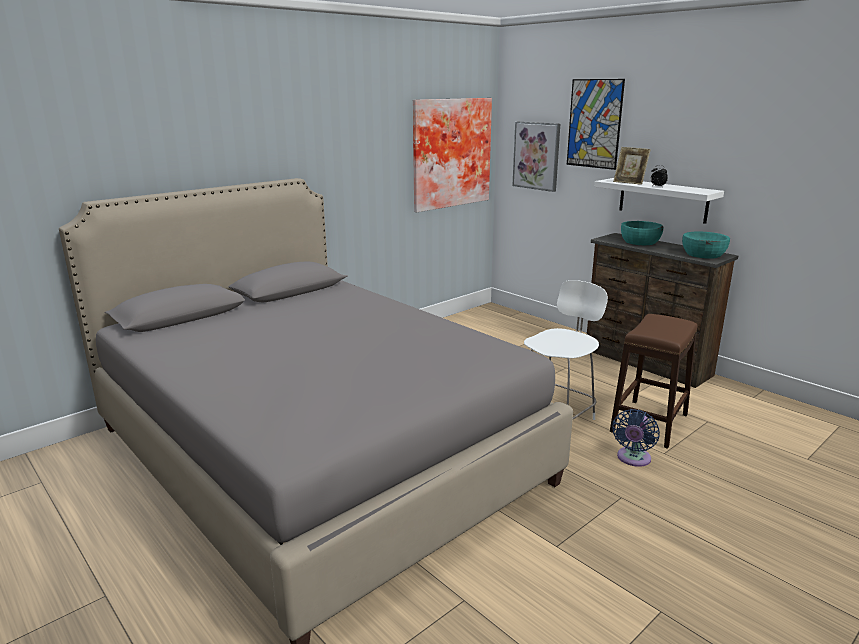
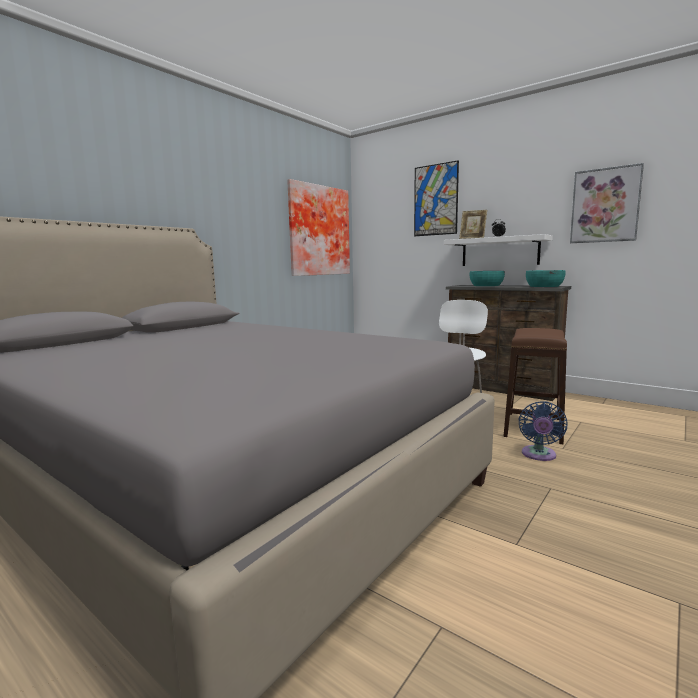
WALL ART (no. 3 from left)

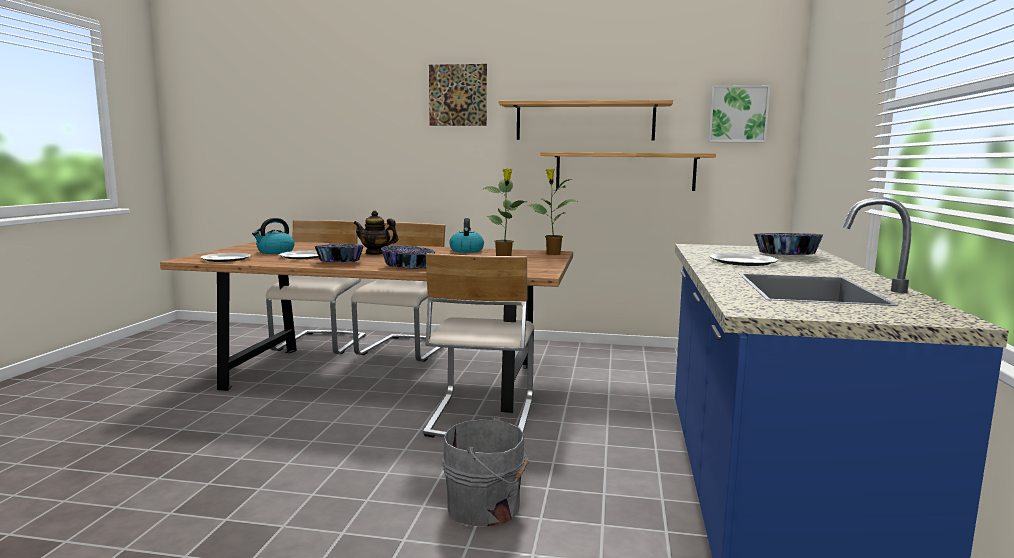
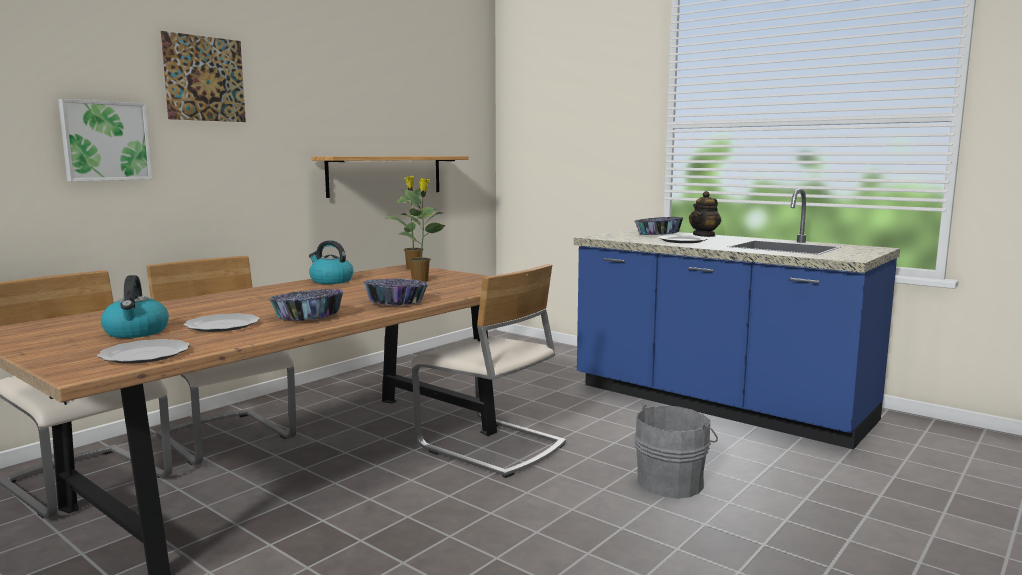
WALL ART (no. 1 from left); TEAPOT; WALL SHELF (no. 1 from left in the first image)

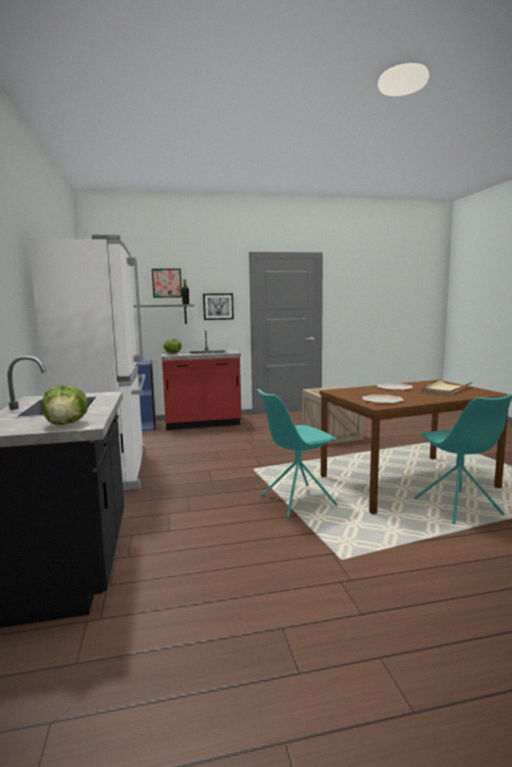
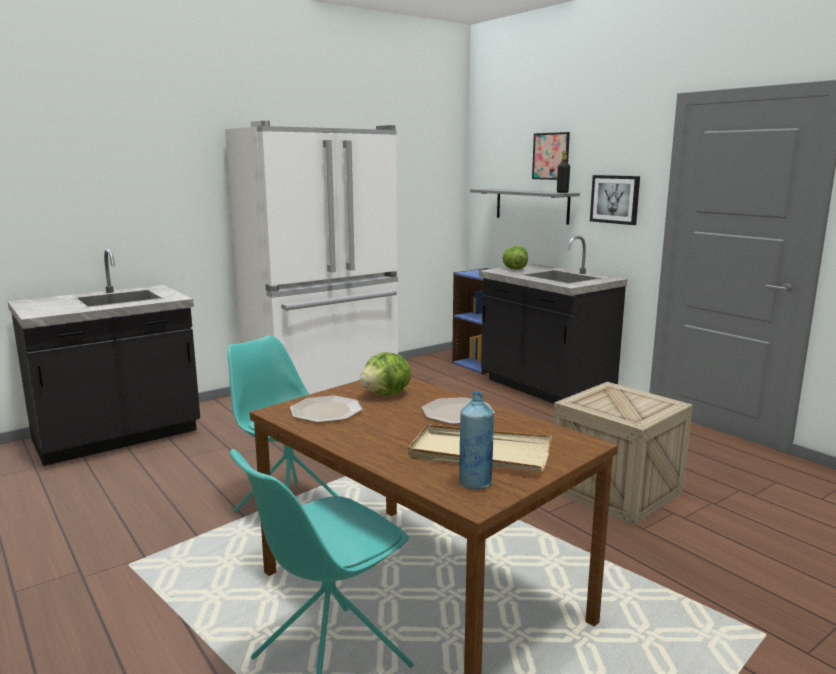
HEAD OF LETTUCE (no. 1 from left); BLUE DRINK BOTTLE; BLACKISH COUNTER (no. 2 from left)

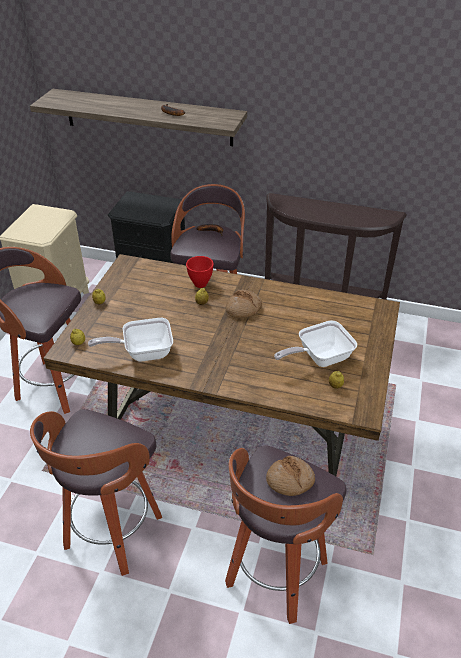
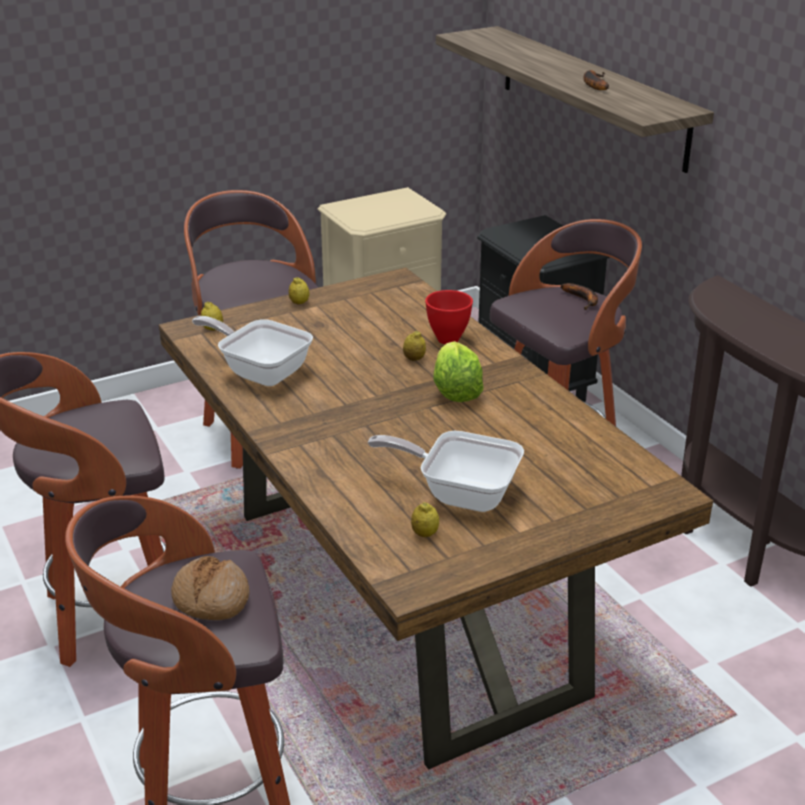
HEAD OF LETTUCE

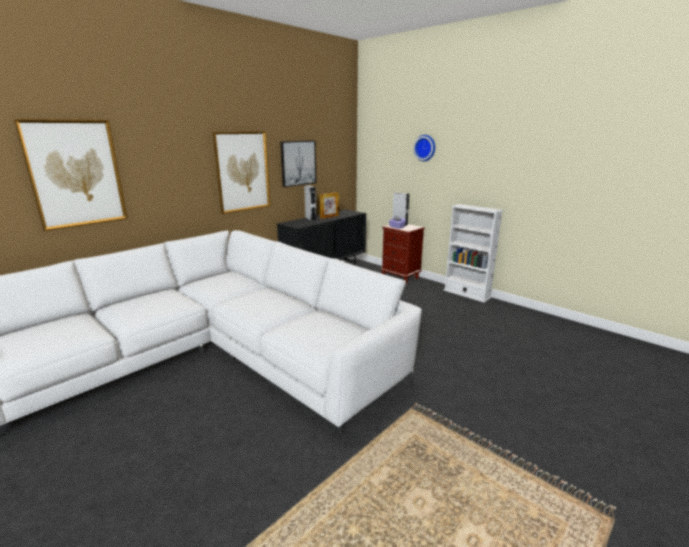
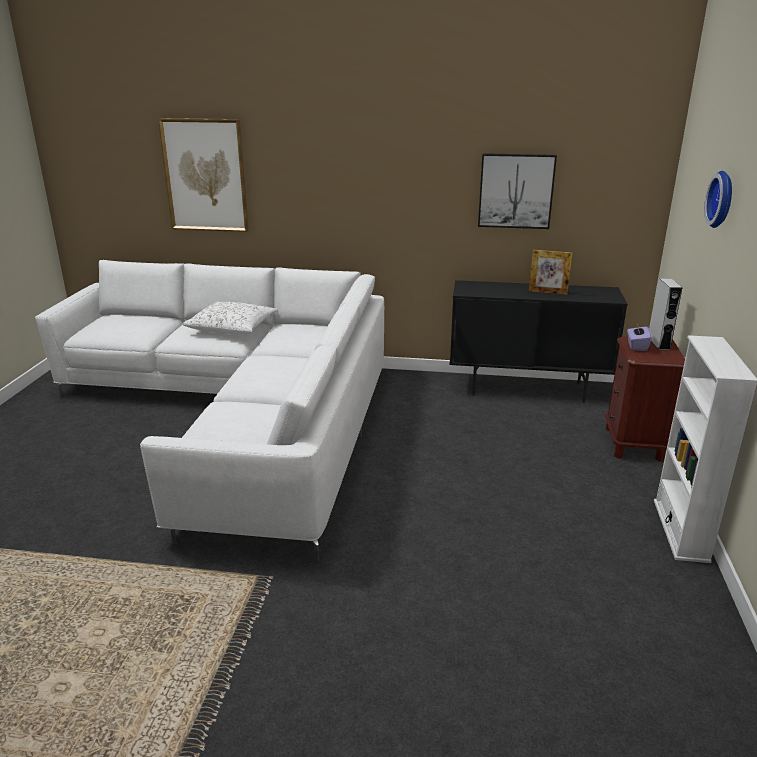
WHITISH THROW PILLOW; WALL ART (no. 2 from left in the first image); GREY SPEAKER (no. 1 from left in the first image)

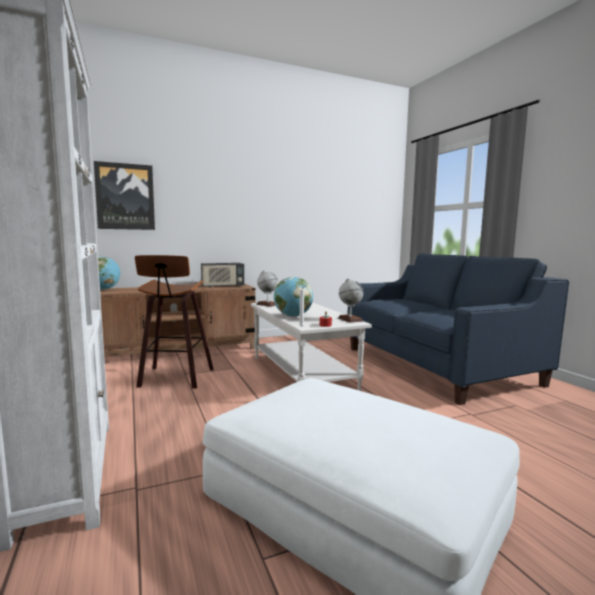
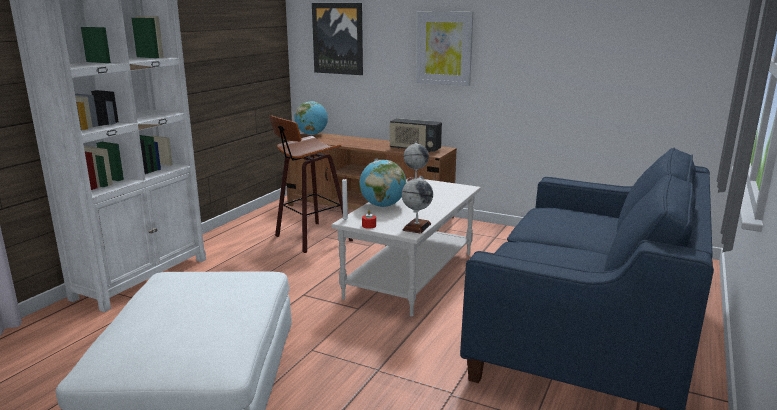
WALL ART (no. 2 from left)

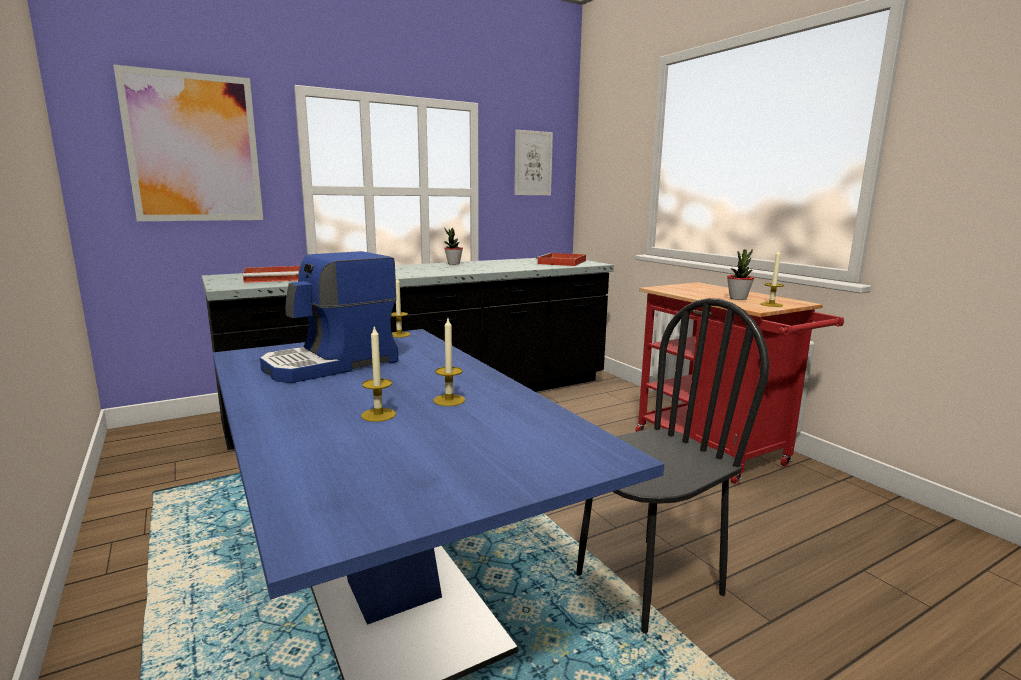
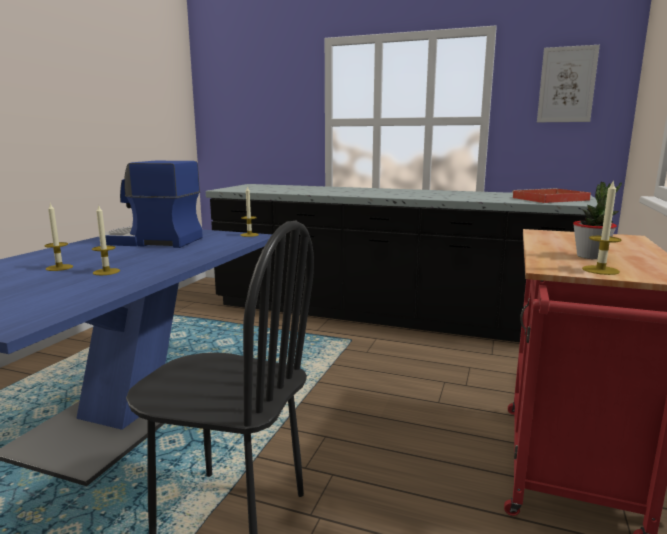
WALL ART (no. 1 from left in the first image); RED-COLOURED SERVING TRAY (no. 1 from left in the first image); POTTED PLANT (no. 1 from left in the first image)

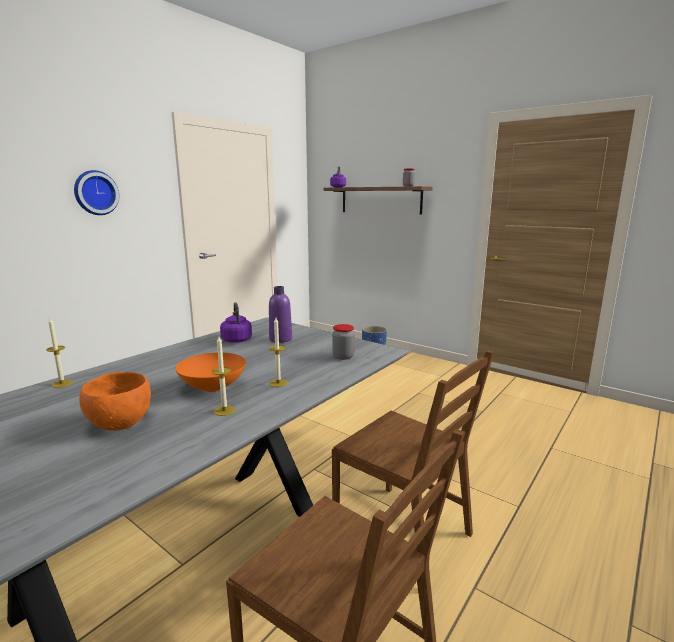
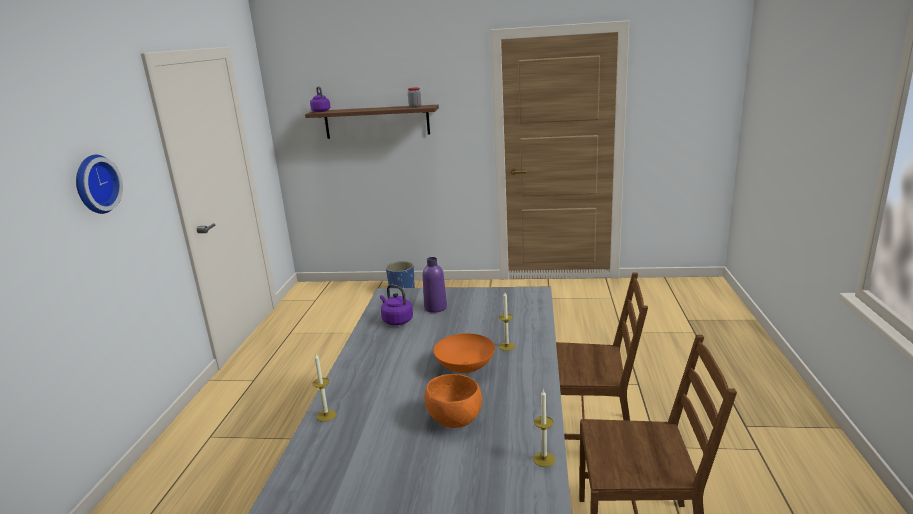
WAX LIGHT (no. 3 from left); STORAGE JAR (no. 1 from left in the first image)

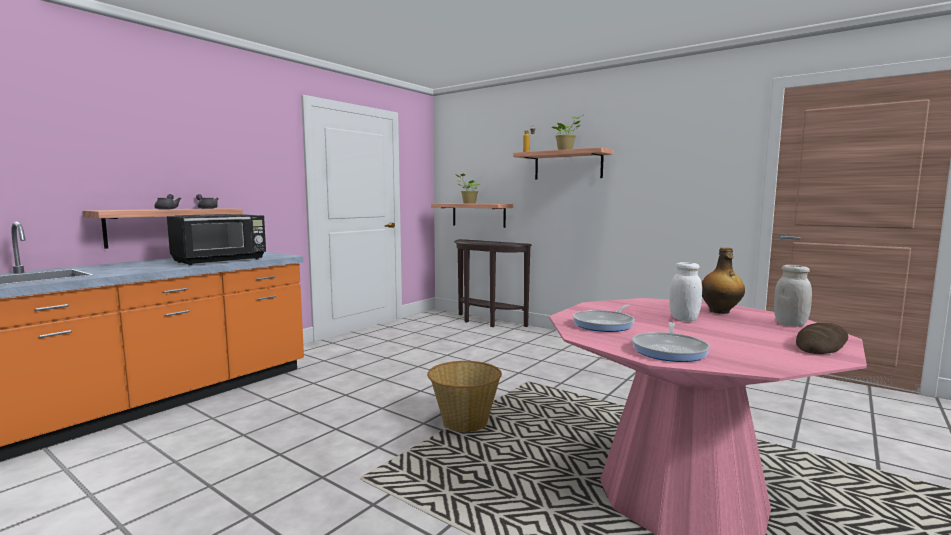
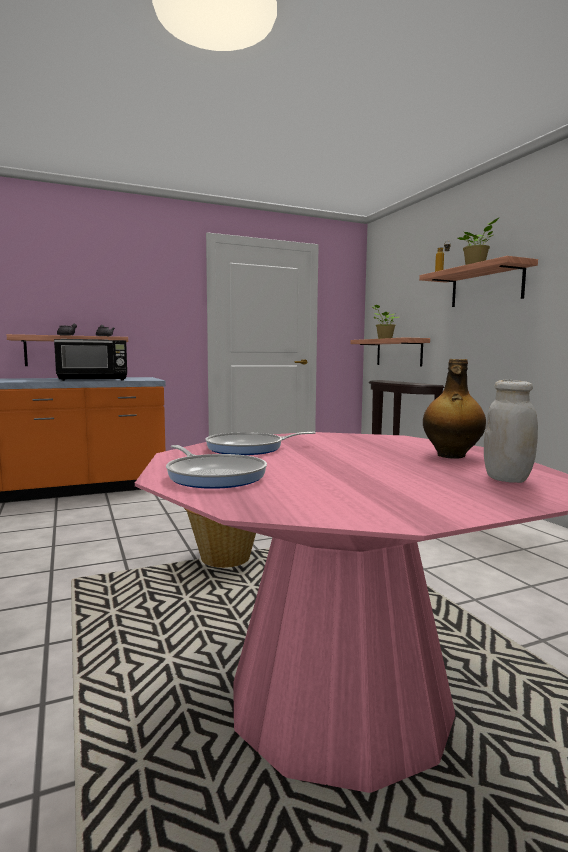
PAN (no. 1 from left); WHITISH STORAGE JAR (no. 1 from left in the first image); BAKERY BREAD

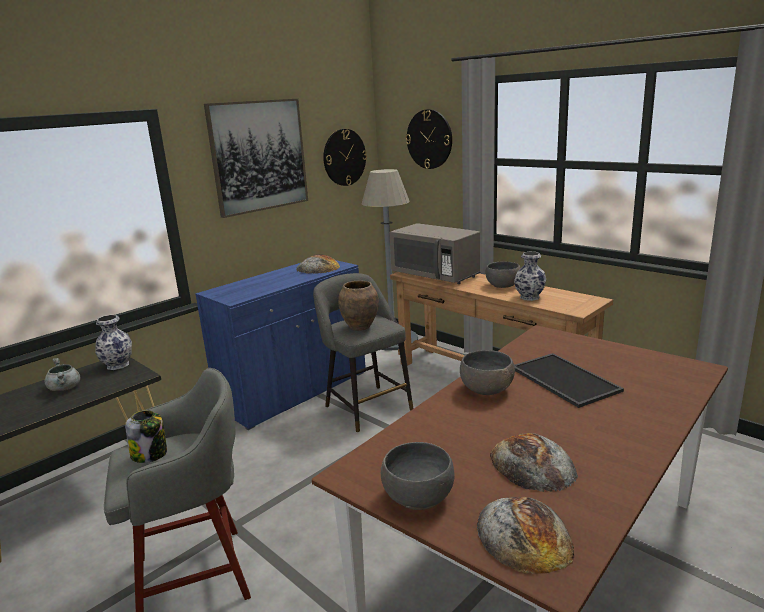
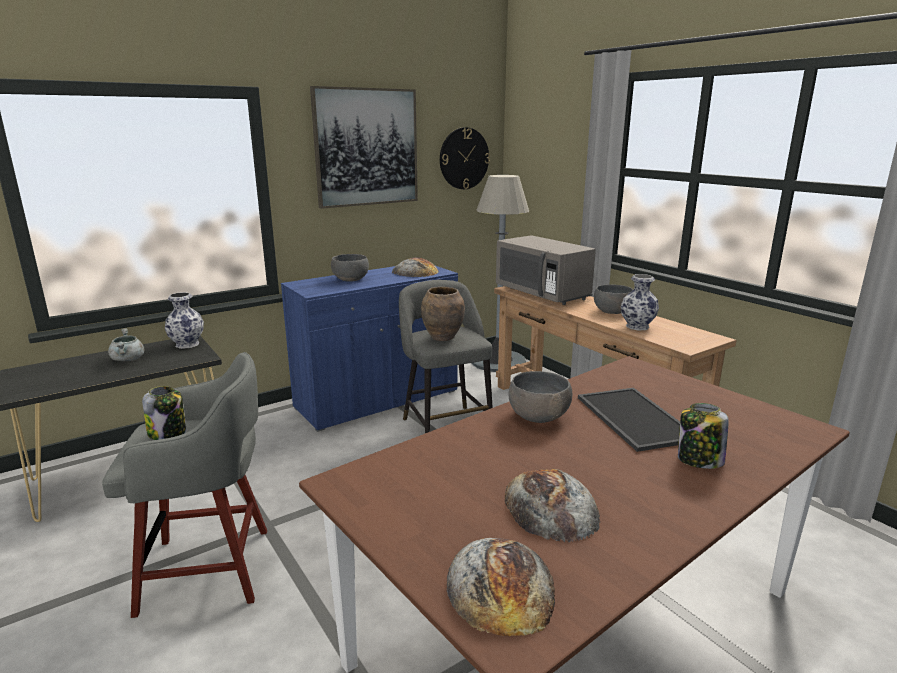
GREY SERVING BOWL (no. 1 from left); STORAGE JAR (no. 2 from left); CLOCK ON THE WALL (no. 2 from left in the first image)

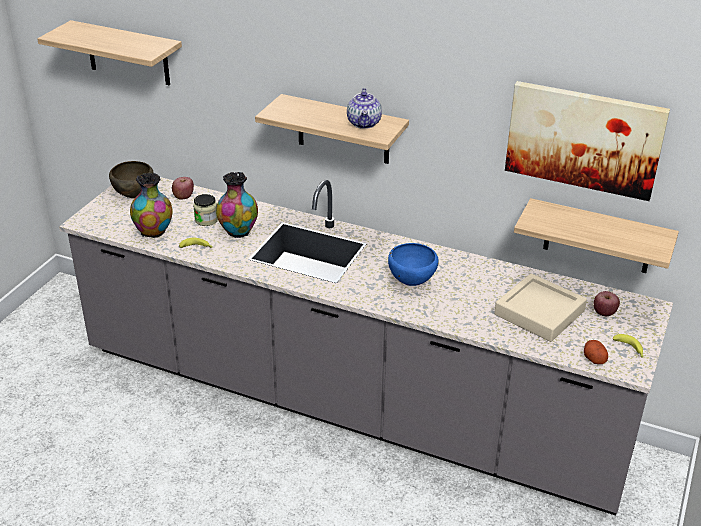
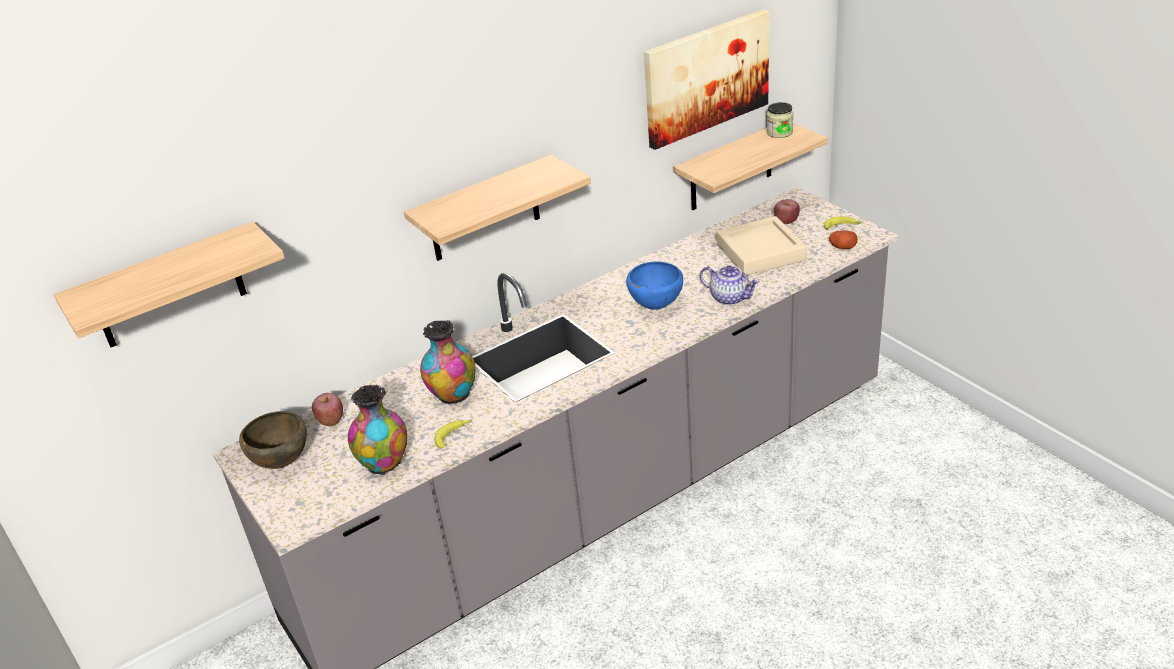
TEAPOT; STORAGE JAR

